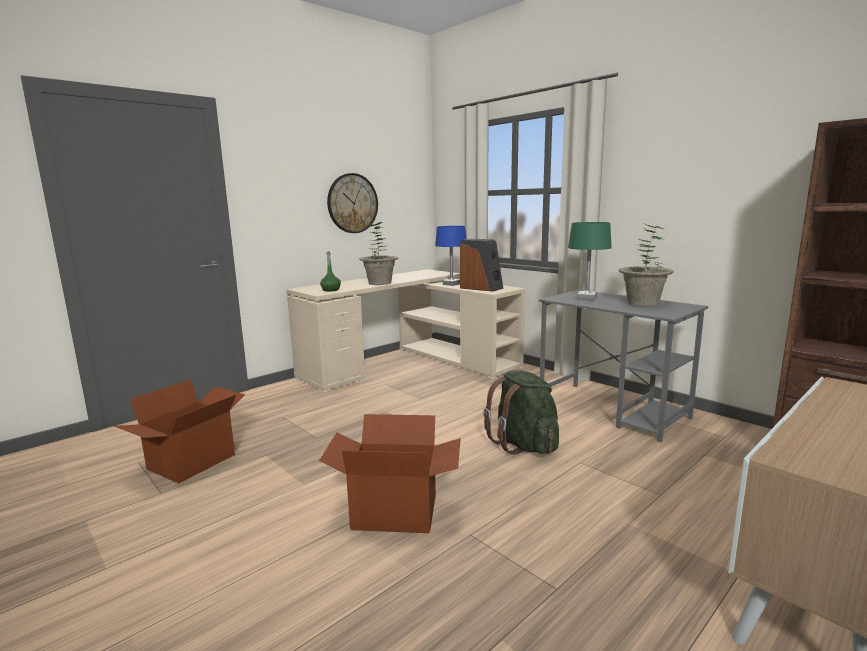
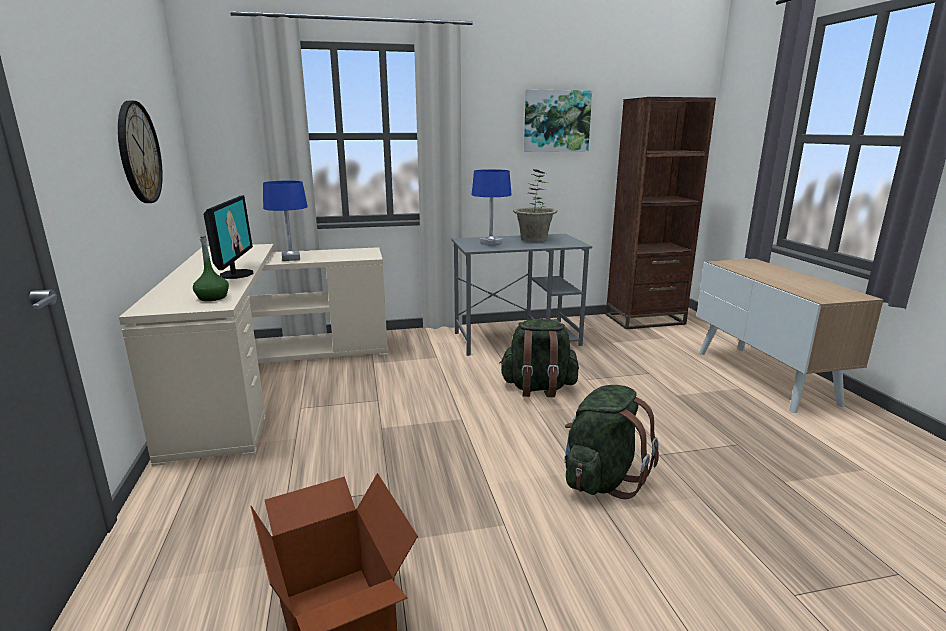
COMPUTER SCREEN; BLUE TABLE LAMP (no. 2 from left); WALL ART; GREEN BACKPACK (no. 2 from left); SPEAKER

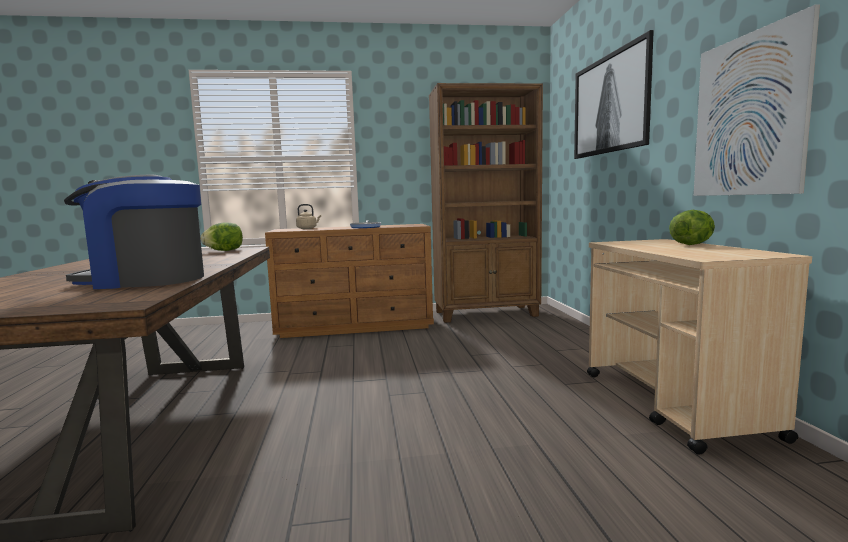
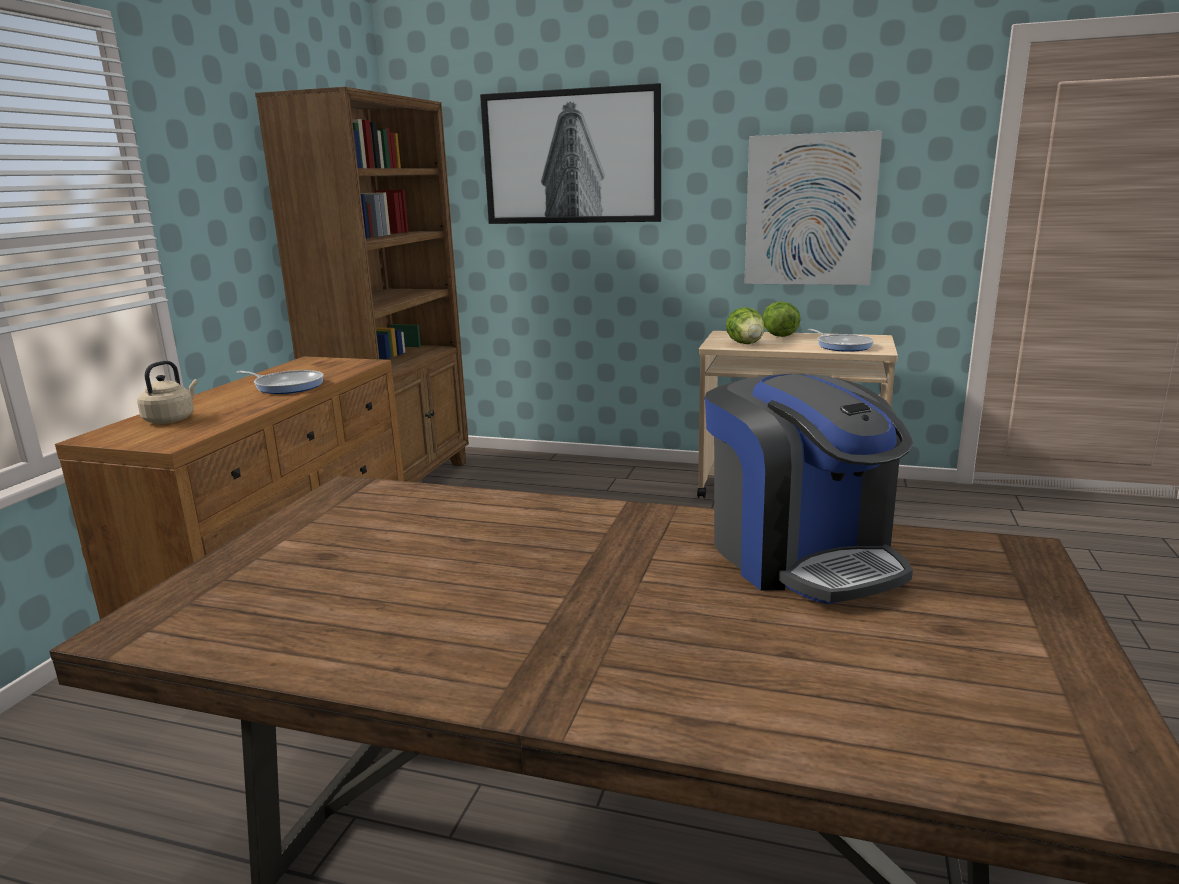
COFFEE MACHINE; HEAD OF LETTUCE (no. 1 from left); PAN (no. 2 from left)

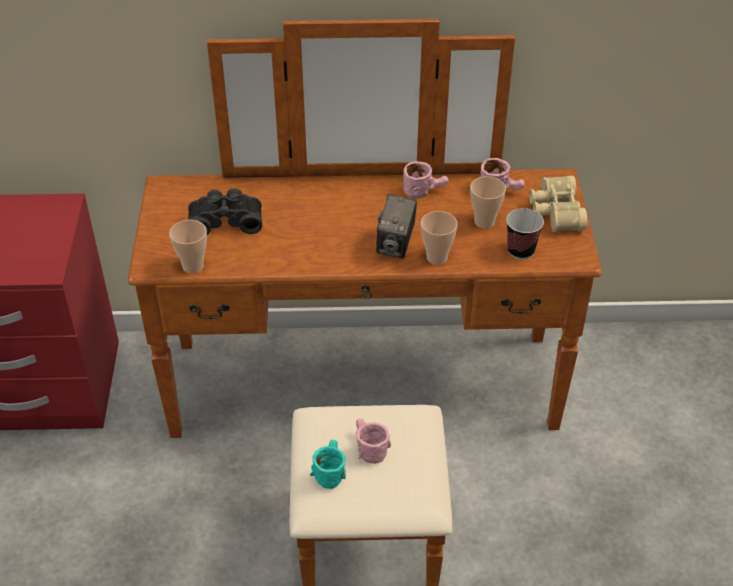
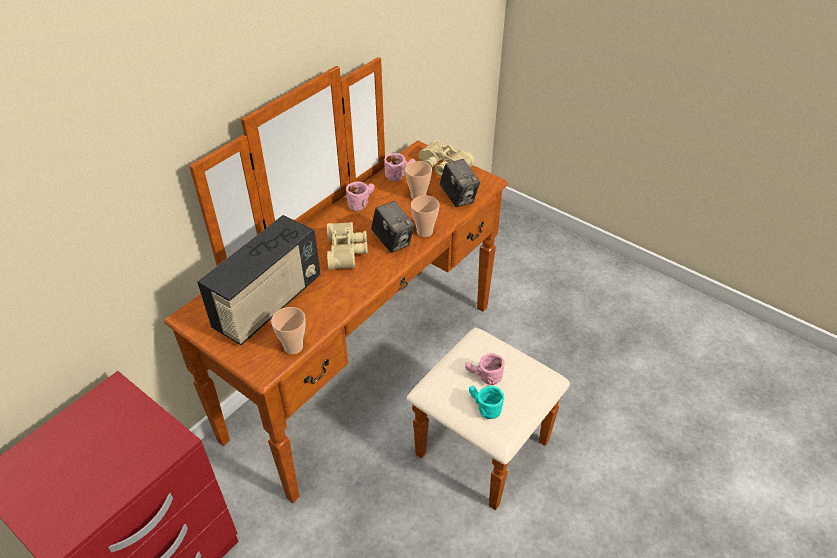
RADIO RECEIVER; BEIGE-COLOURED BINOCULARS (no. 1 from left); STILL CAMERA (no. 2 from left)

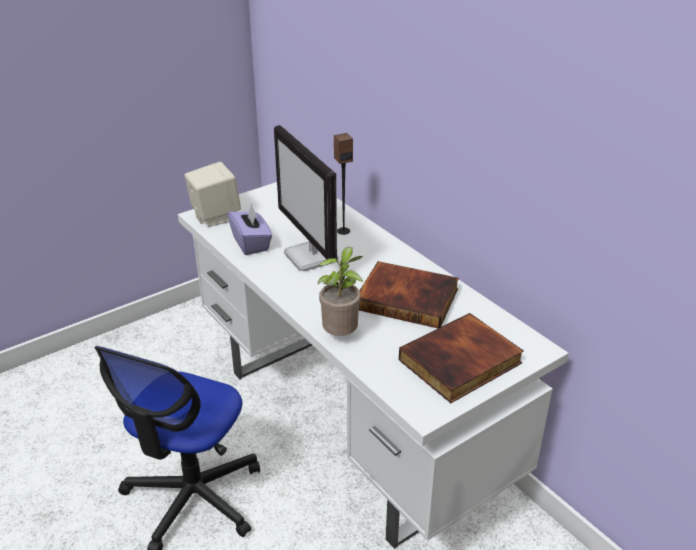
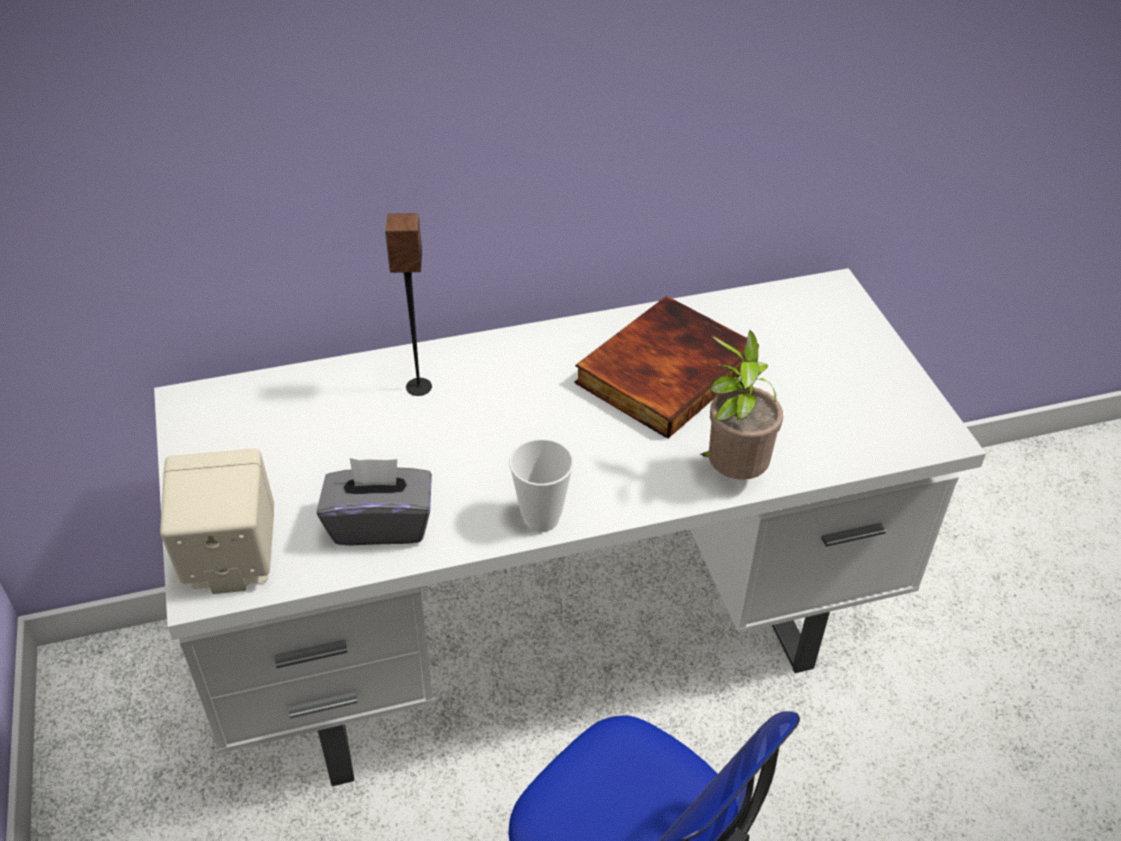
GREY TISSUE HOLDER; SMALL CUP; COMPUTER SCREEN; BOOK (no. 2 from left in the first image)

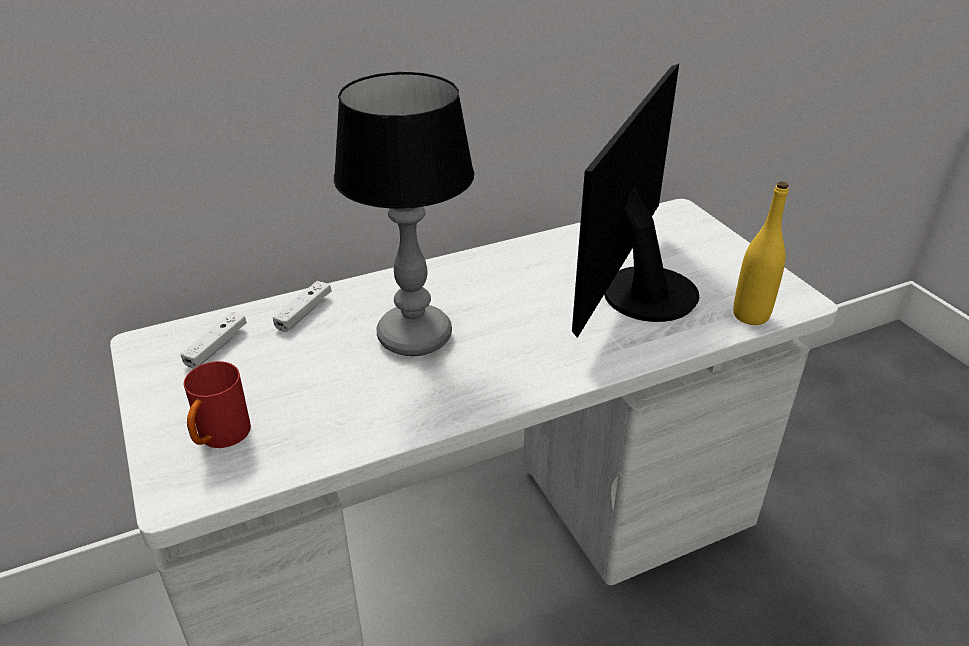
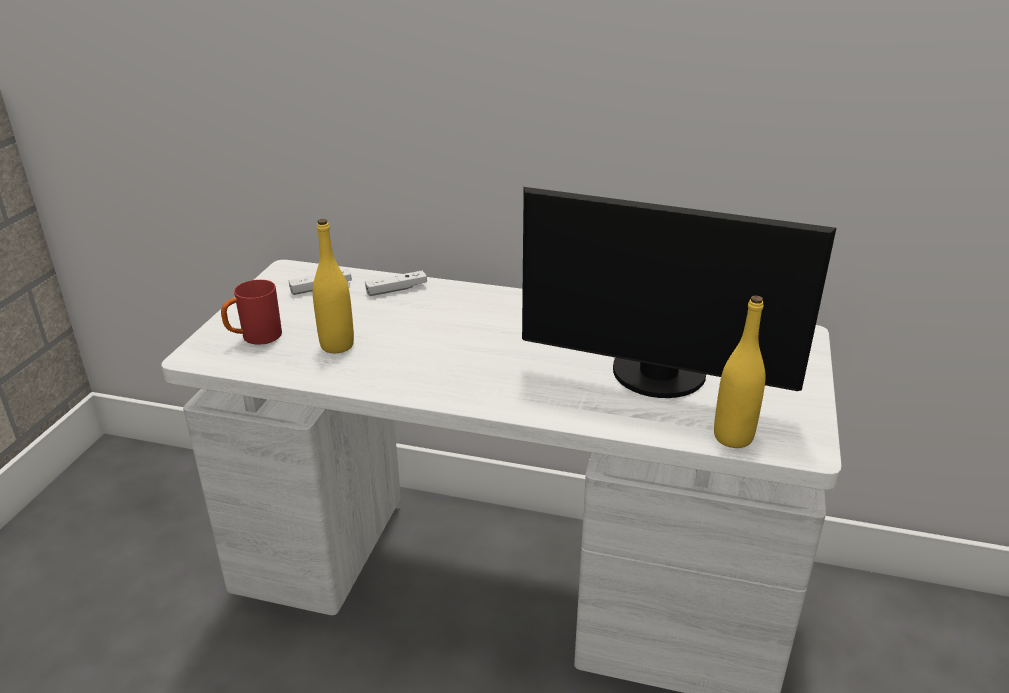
YELLOW DRINK BOTTLE (no. 1 from left); COMPUTER SCREEN; TABLE LAMP

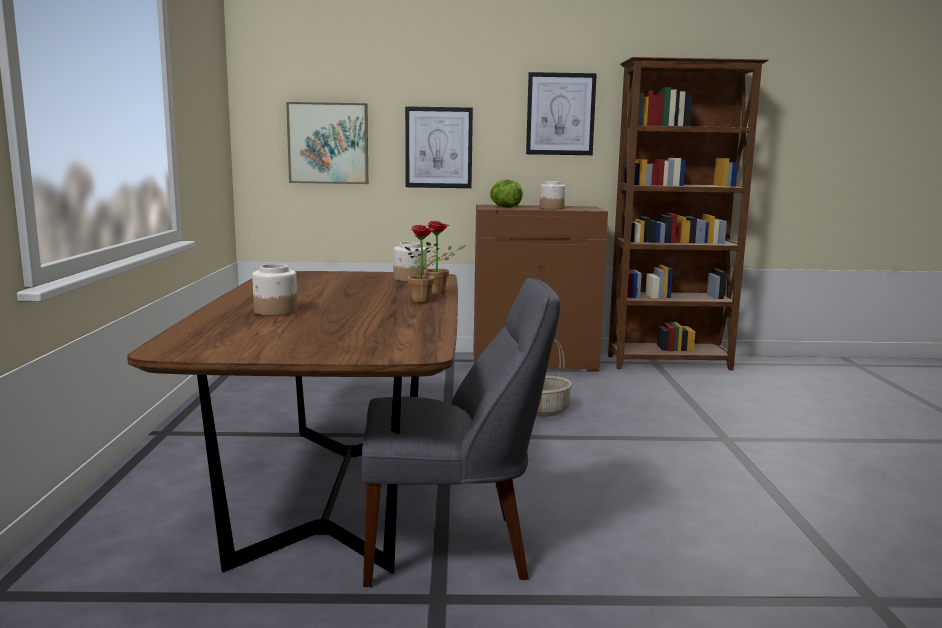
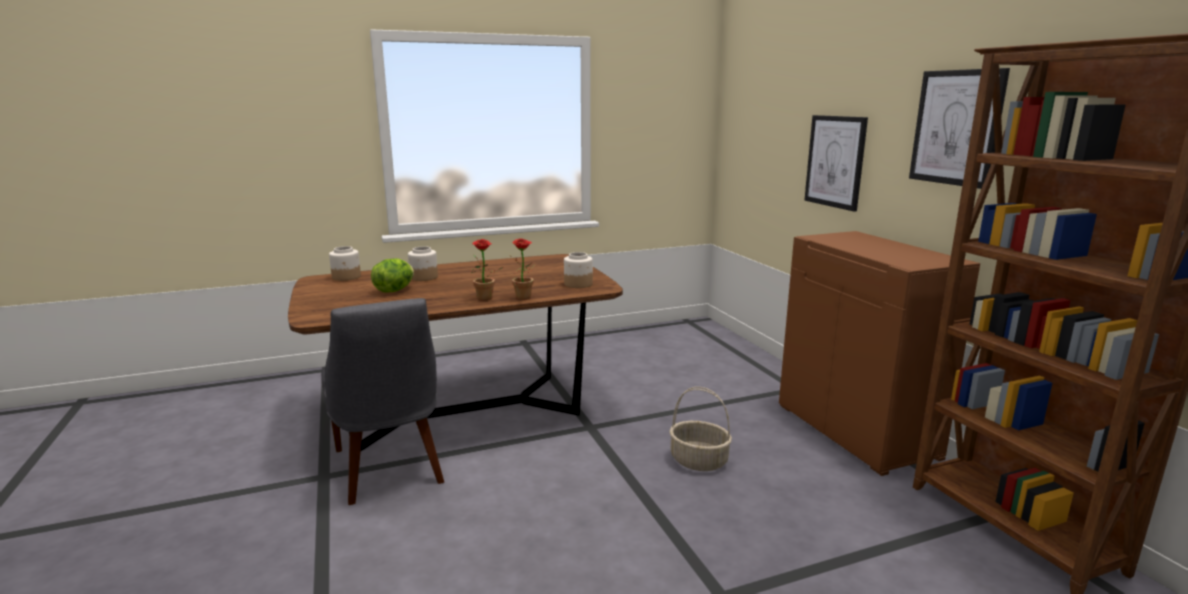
STORAGE JAR (no. 1 from left); HEAD OF LETTUCE; WALL ART (no. 1 from left in the first image)

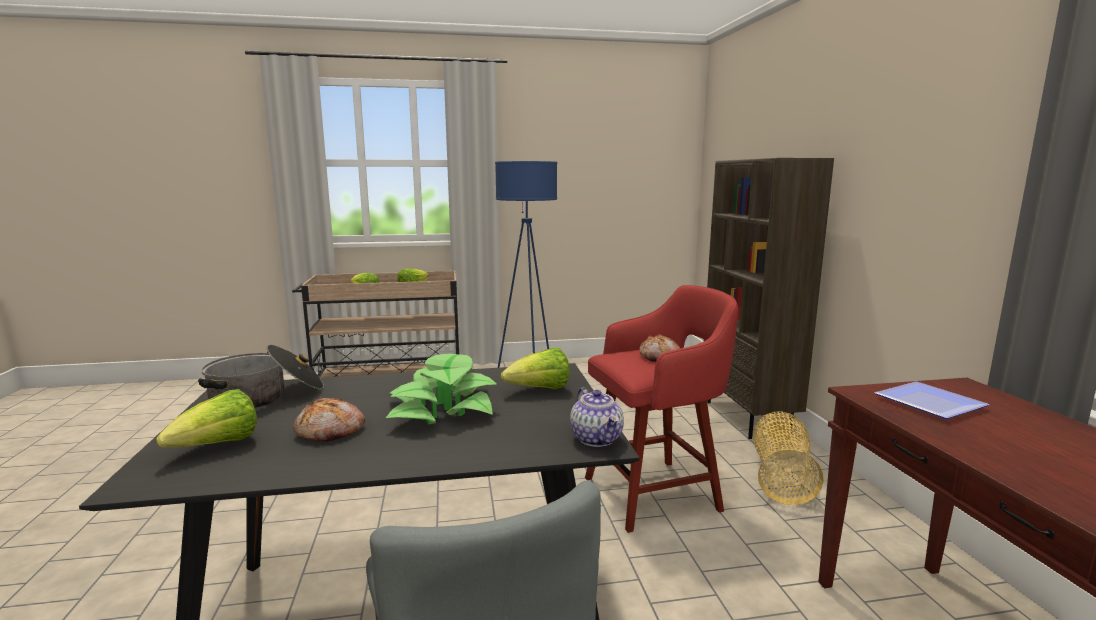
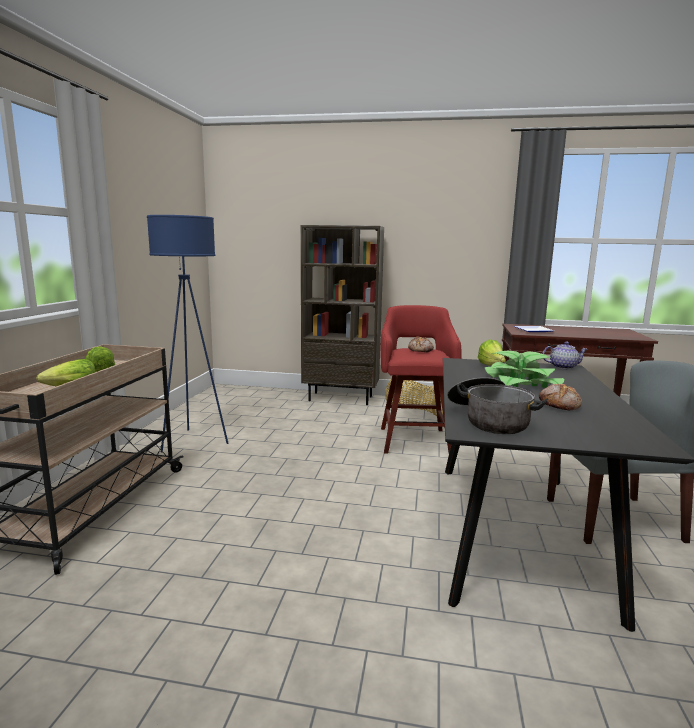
HEAD OF LETTUCE (no. 1 from left in the first image)

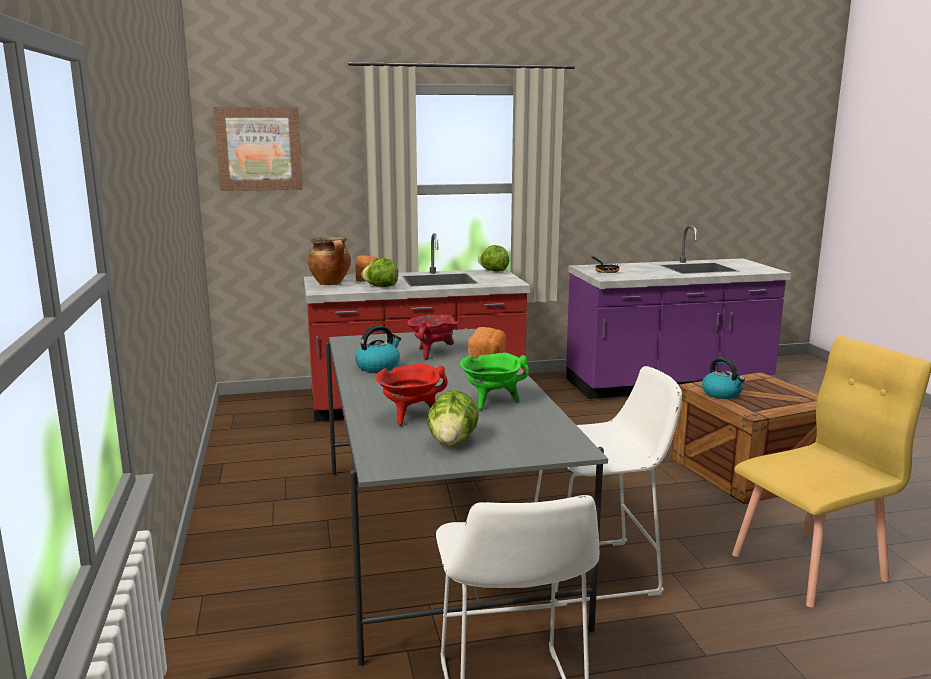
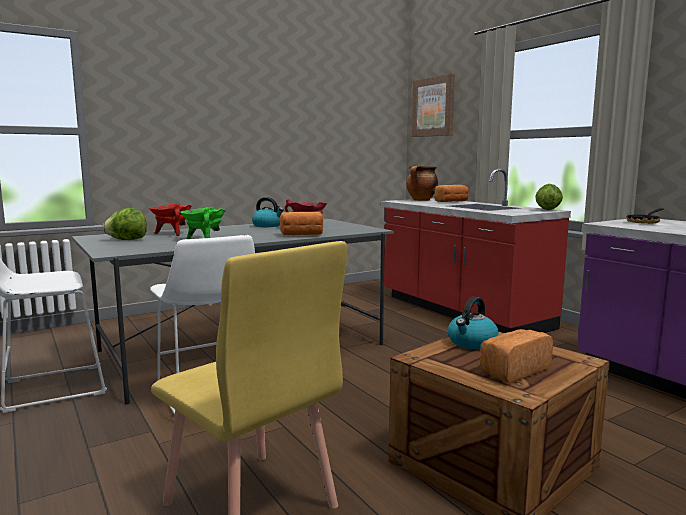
BAKERY BREAD (no. 3 from left); HEAD OF LETTUCE (no. 1 from left in the first image)

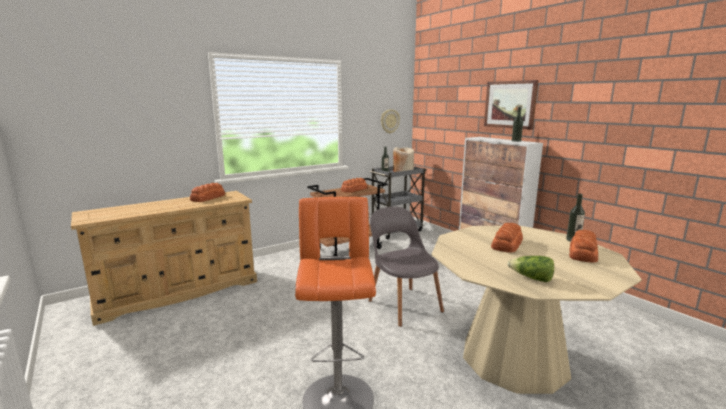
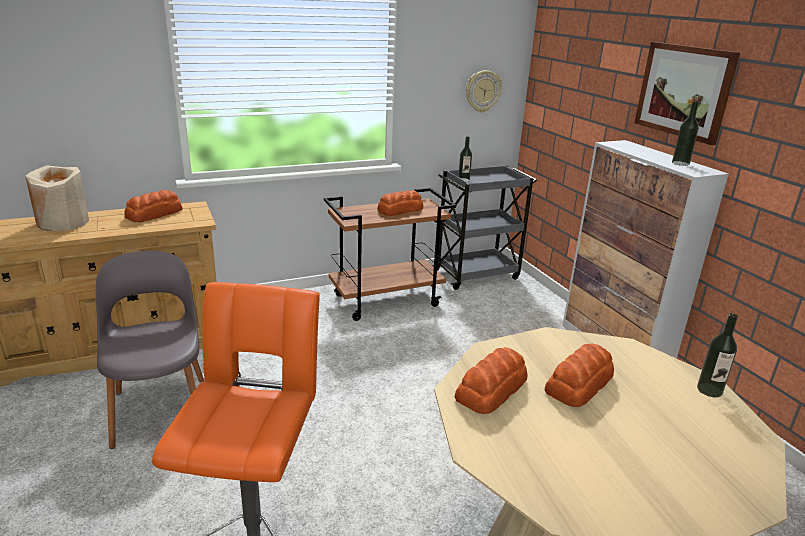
BEIGE-COLOURED DECORATIVE VASE; GREY PLAIN CHAIR; BAKERY BREAD (no. 3 from left); HEAD OF LETTUCE

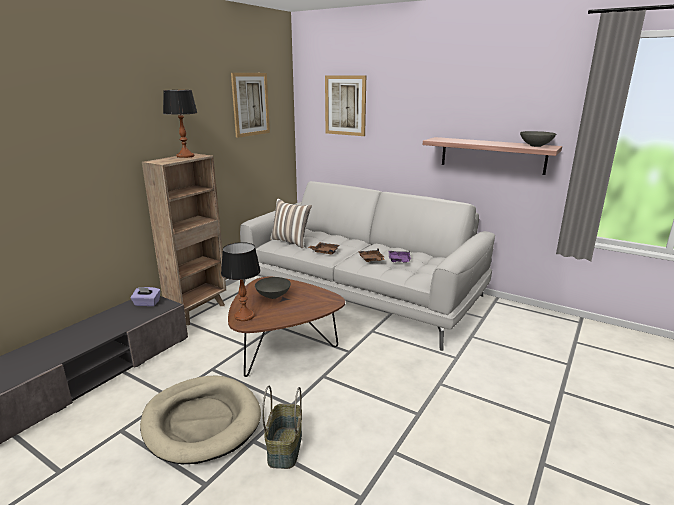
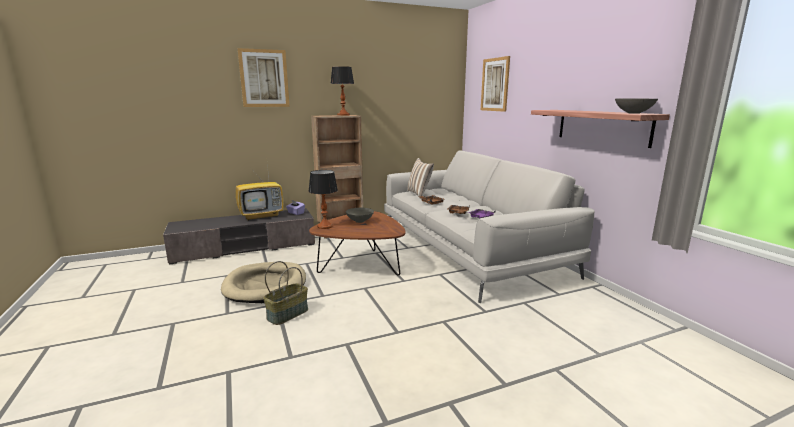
TV; WALL ART (no. 1 from left)

